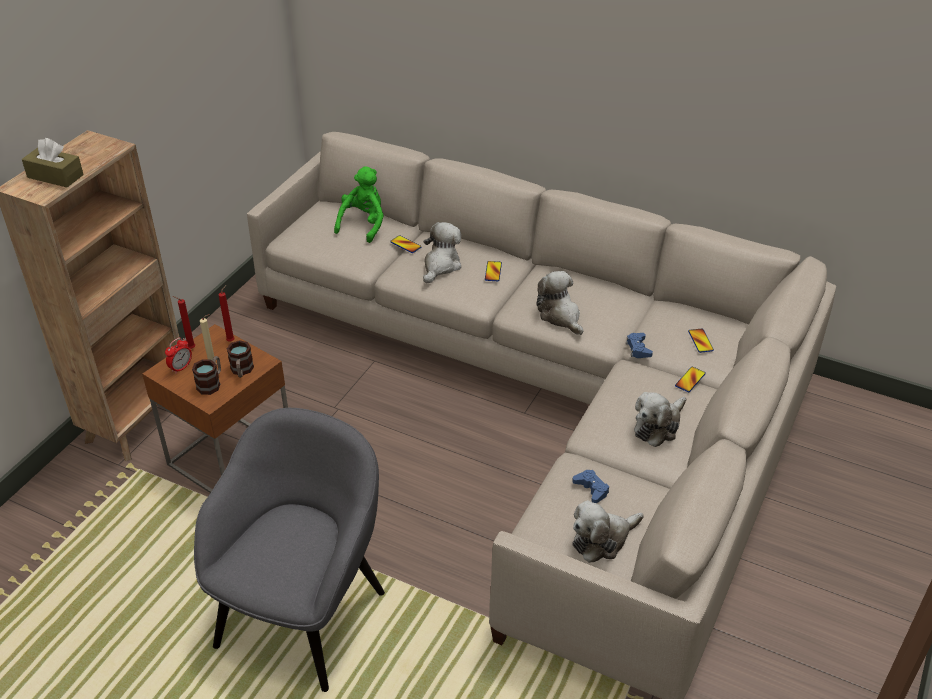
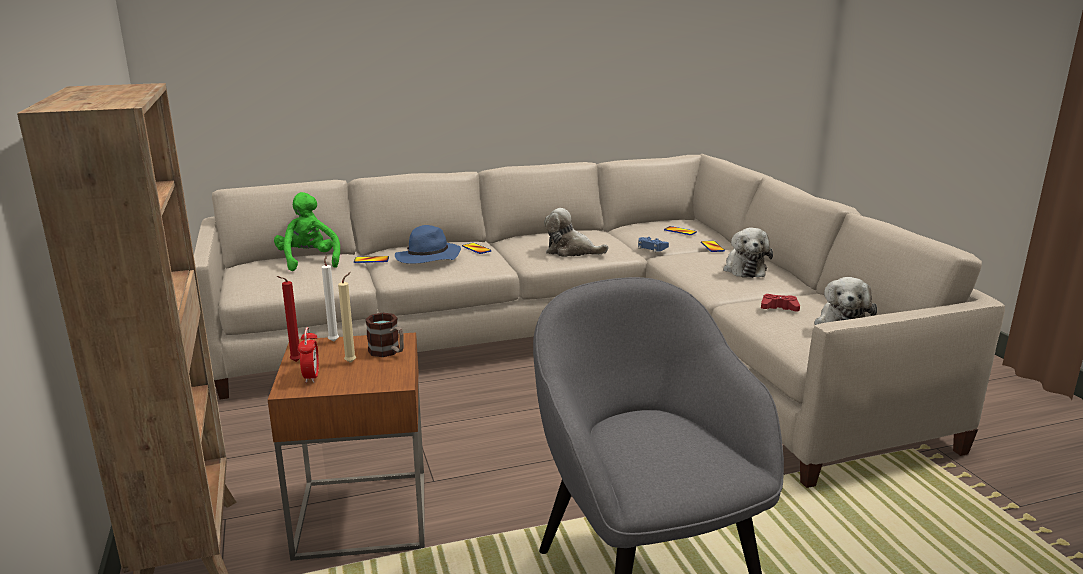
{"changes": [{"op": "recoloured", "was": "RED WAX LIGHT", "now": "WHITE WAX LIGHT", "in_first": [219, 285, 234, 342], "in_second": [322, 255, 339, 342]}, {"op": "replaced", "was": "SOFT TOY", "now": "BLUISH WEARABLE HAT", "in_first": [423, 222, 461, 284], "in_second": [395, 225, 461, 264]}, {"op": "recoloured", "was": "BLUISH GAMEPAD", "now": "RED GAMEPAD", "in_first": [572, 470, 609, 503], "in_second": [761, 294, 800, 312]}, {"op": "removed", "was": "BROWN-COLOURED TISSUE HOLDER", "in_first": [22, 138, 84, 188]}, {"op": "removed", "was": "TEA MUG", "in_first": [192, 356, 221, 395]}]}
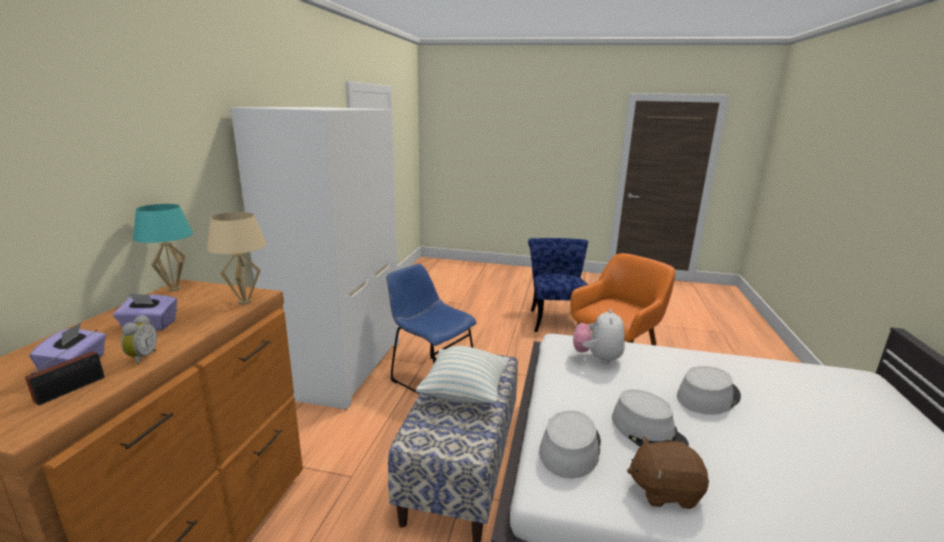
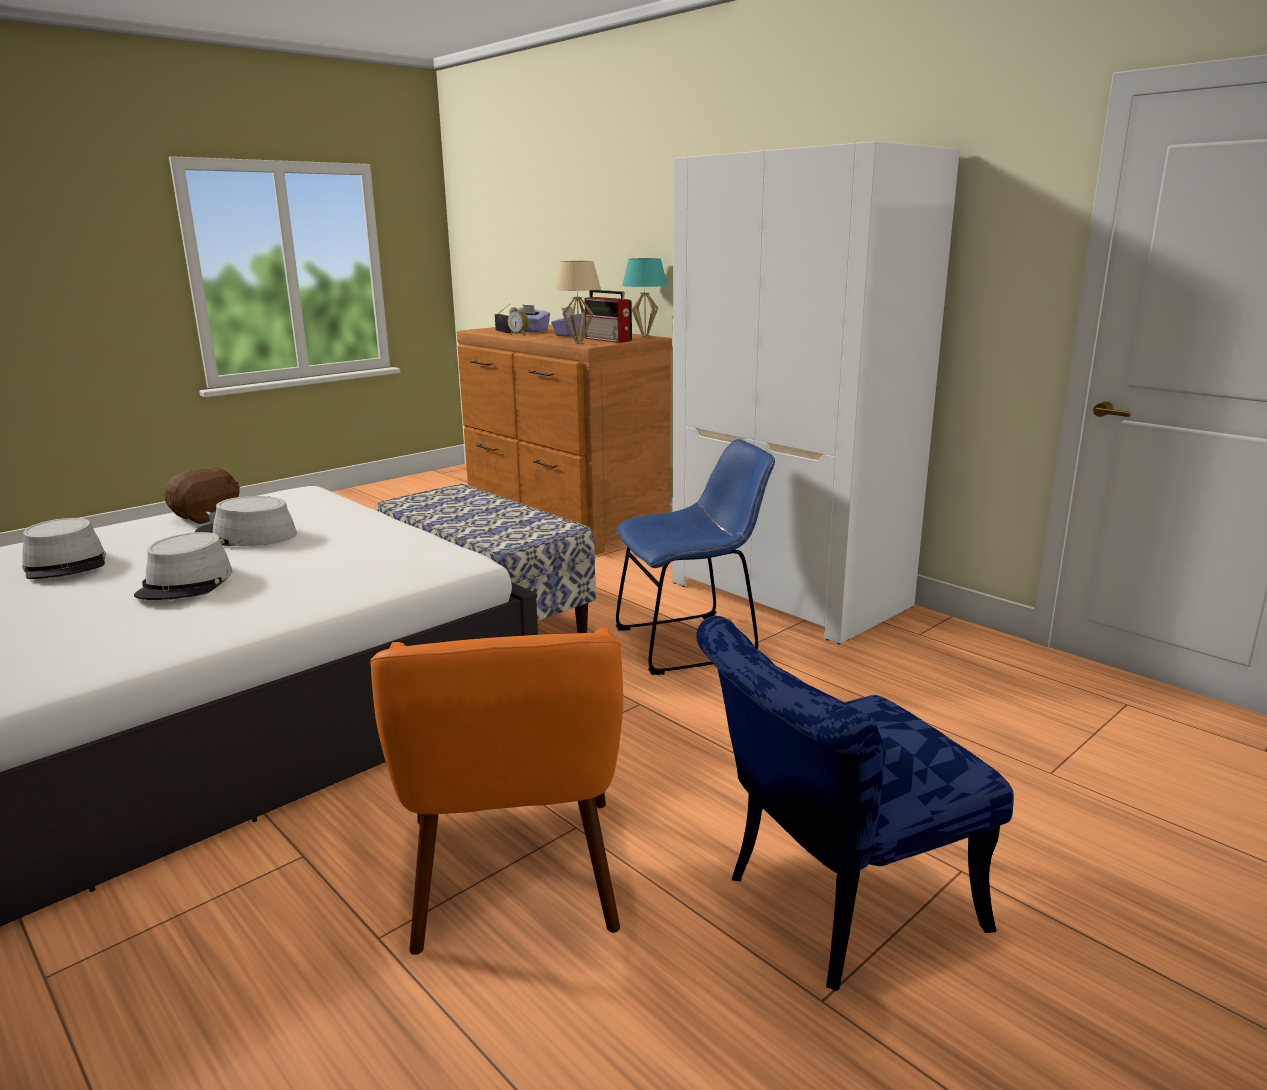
{"changes": [{"op": "moved", "was": "GREYISH WEARABLE HAT", "in_first": [539, 410, 601, 479], "in_second": [22, 518, 106, 579]}, {"op": "added", "now": "RADIO", "in_second": [584, 290, 632, 343]}, {"op": "turned", "was": "BLUISH UPRIGHT CHAIR", "in_first": [528, 238, 588, 332], "in_second": [696, 616, 1014, 991], "clockwise": 120}, {"op": "removed", "was": "PILLOW", "in_first": [416, 346, 509, 403]}, {"op": "removed", "was": "SOFT TOY", "in_first": [573, 309, 625, 364]}]}
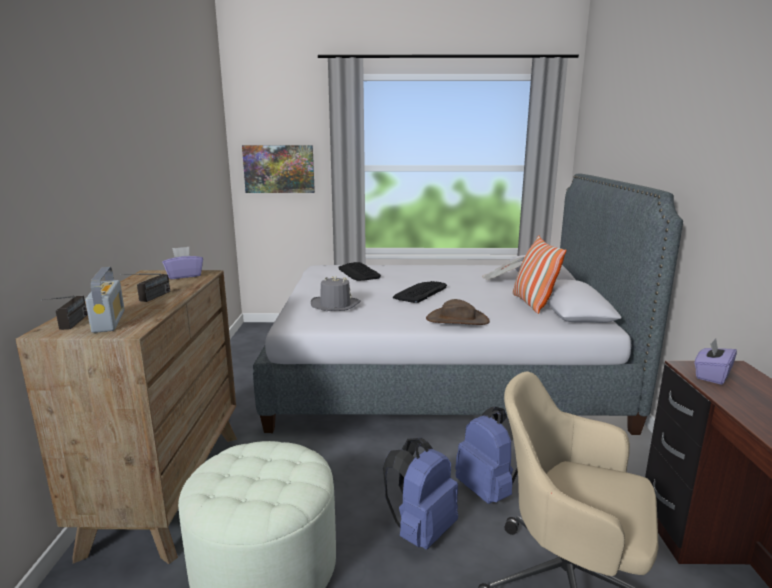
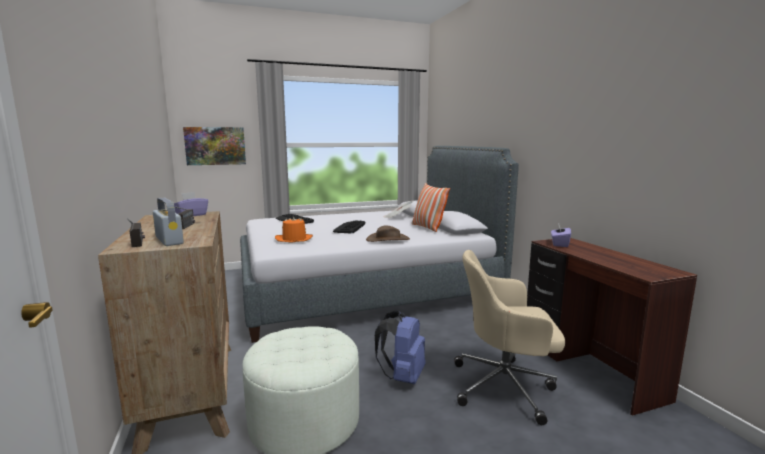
{"changes": [{"op": "recoloured", "was": "GREYISH WEARABLE HAT", "now": "ORANGE-COLOURED WEARABLE HAT", "in_first": [311, 276, 361, 311], "in_second": [275, 217, 313, 243]}, {"op": "removed", "was": "BLUISH KNAPSACK", "in_first": [455, 407, 518, 504]}]}
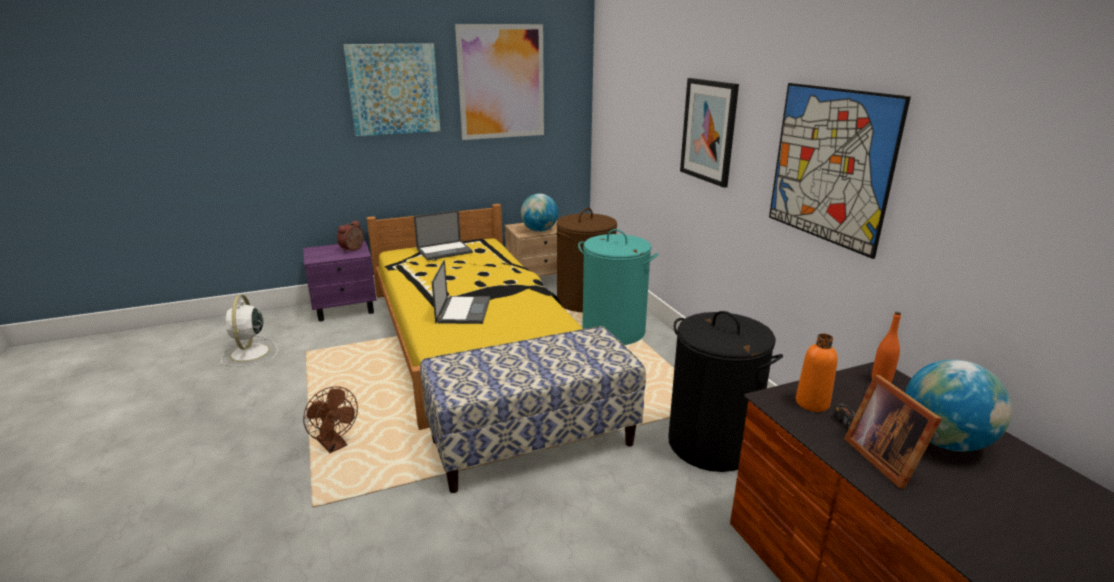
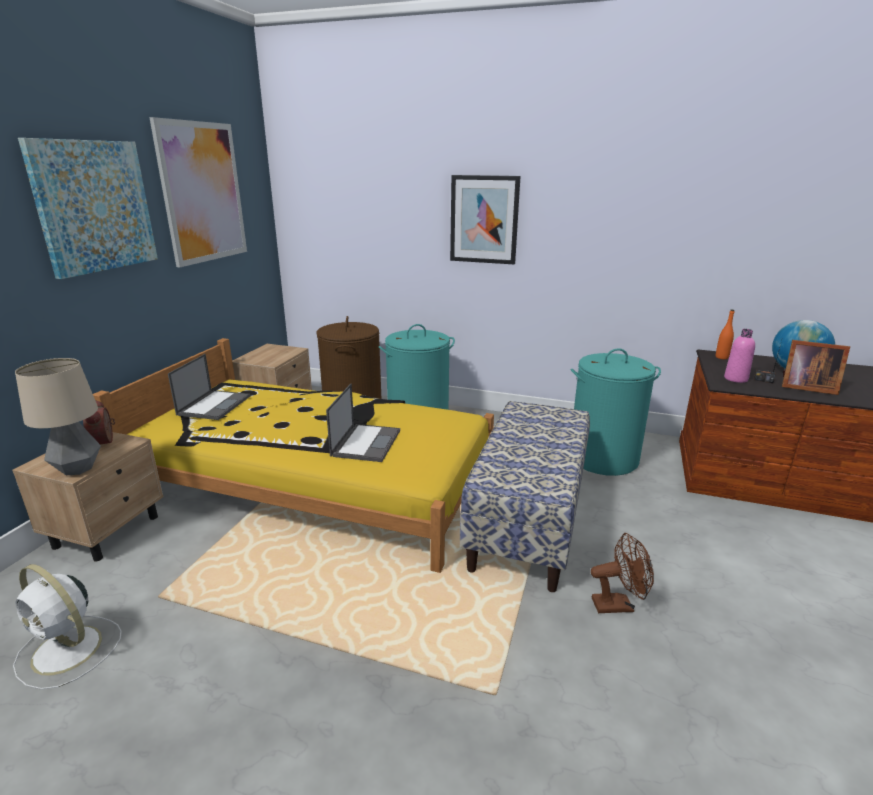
{"changes": [{"op": "recoloured", "was": "PURPLE-COLOURED NIGHT TABLE", "now": "BEIGE-COLOURED NIGHT TABLE", "in_first": [303, 241, 377, 322], "in_second": [12, 432, 163, 561]}, {"op": "added", "now": "TABLE LAMP", "in_second": [15, 358, 101, 475]}, {"op": "turned", "was": "NOTEBOOK COMPUTER", "in_first": [432, 260, 490, 324], "in_second": [326, 384, 400, 462], "clockwise": 60}, {"op": "recoloured", "was": "BLACK HAMPER", "now": "TURQUOISE HAMPER", "in_first": [668, 311, 783, 472], "in_second": [571, 348, 661, 476]}, {"op": "moved", "was": "BROWN-COLOURED COOLING FAN", "in_first": [303, 386, 358, 453], "in_second": [591, 533, 654, 613]}, {"op": "recoloured", "was": "ORANGE-COLOURED BOTTLE", "now": "PINKISH BOTTLE", "in_first": [796, 333, 838, 412], "in_second": [724, 329, 755, 383]}, {"op": "removed", "was": "WORLD GLOBE", "in_first": [521, 194, 558, 232]}, {"op": "removed", "was": "PICTURE", "in_first": [769, 83, 911, 259]}]}
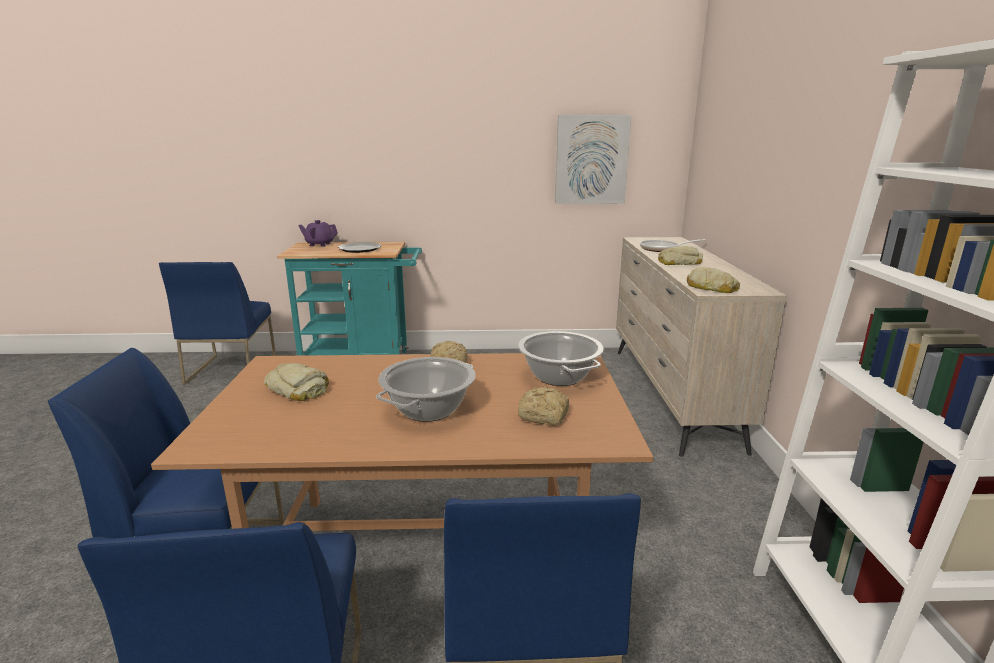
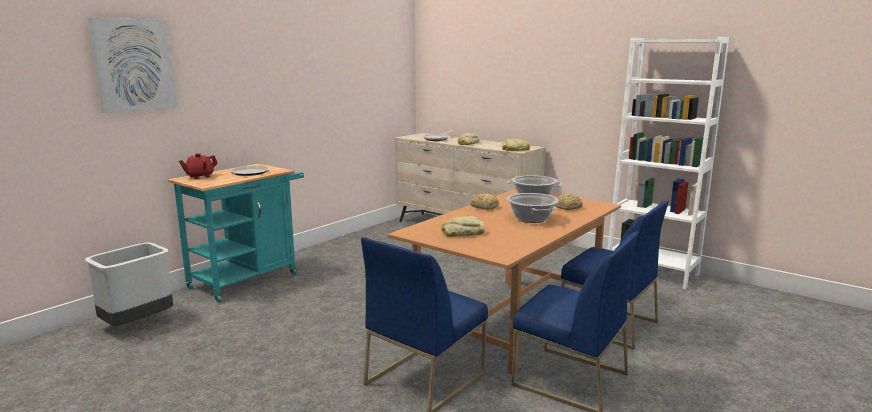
{"changes": [{"op": "replaced", "was": "BLUISH UPRIGHT CHAIR", "now": "GREYISH TRASH CAN", "in_first": [159, 262, 276, 385], "in_second": [85, 242, 173, 326]}, {"op": "moved", "was": "PICTURE", "in_first": [555, 115, 631, 204], "in_second": [88, 17, 177, 113]}, {"op": "recoloured", "was": "PURPLE-COLOURED TEA POT", "now": "RED TEA POT", "in_first": [298, 220, 338, 247], "in_second": [179, 153, 218, 179]}]}
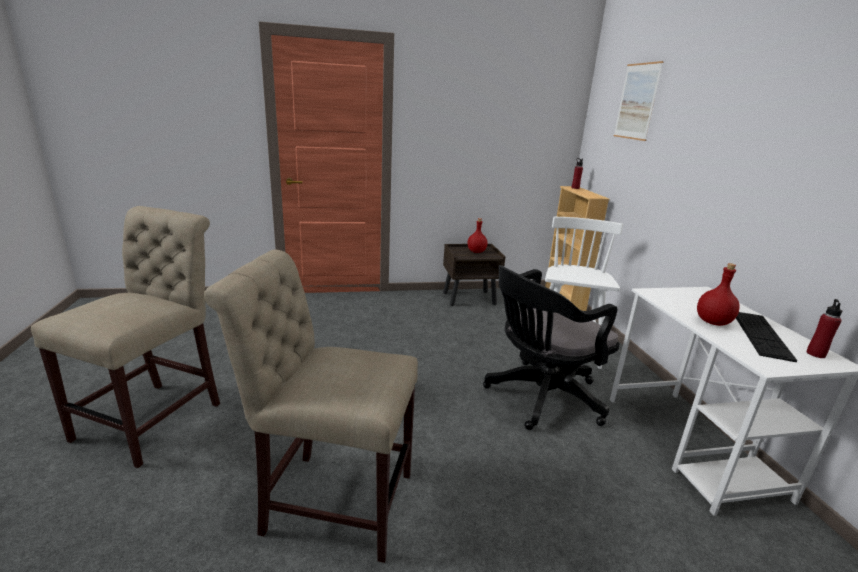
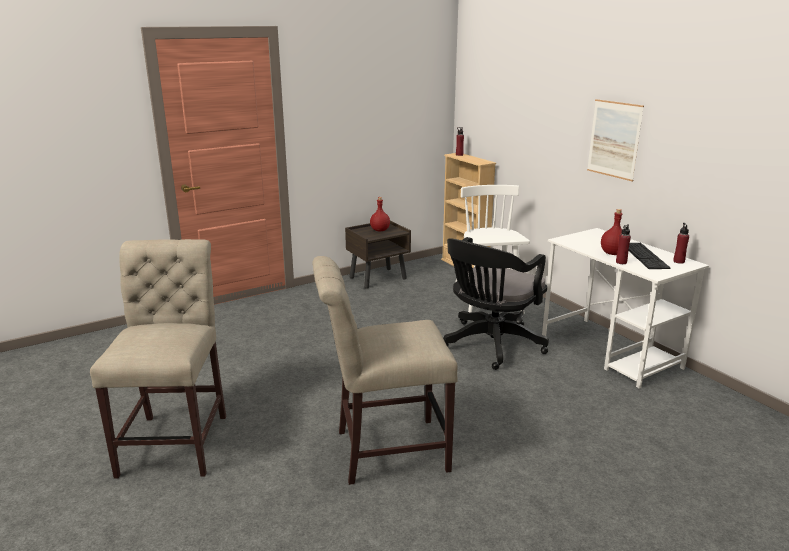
{"changes": [{"op": "moved", "was": "PICTURE", "in_first": [614, 61, 664, 141], "in_second": [587, 99, 644, 182]}, {"op": "added", "now": "RED BOTTLE", "in_second": [616, 224, 631, 264]}]}
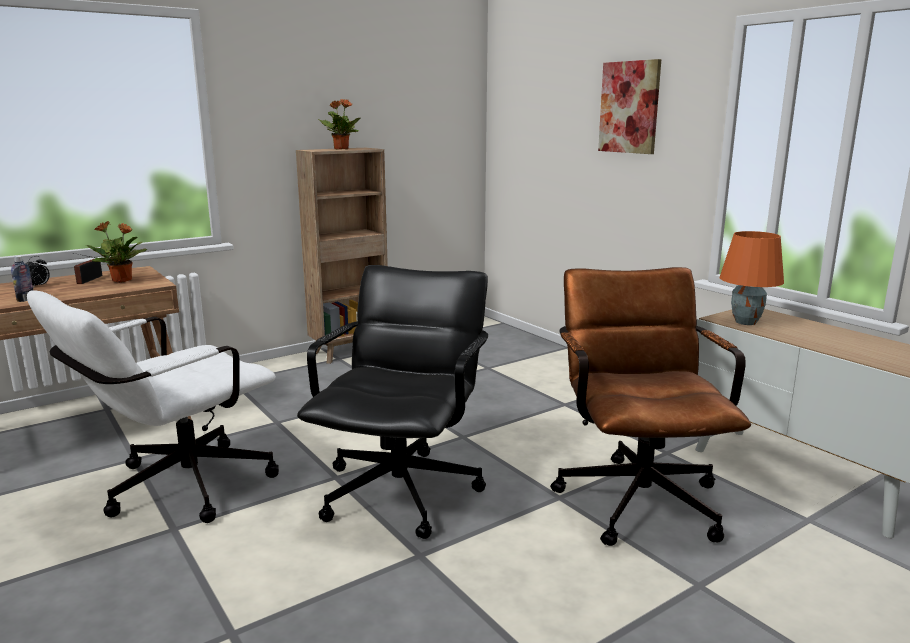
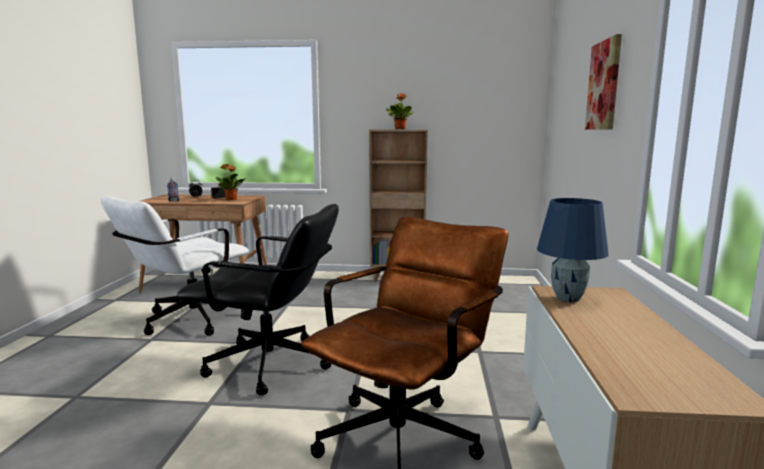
{"changes": [{"op": "turned", "was": "WHITE DESK CHAIR", "in_first": [27, 290, 279, 523], "in_second": [101, 196, 249, 336], "clockwise": -45}, {"op": "turned", "was": "BLACK DESK CHAIR", "in_first": [297, 265, 488, 539], "in_second": [177, 204, 339, 395], "clockwise": 45}, {"op": "recoloured", "was": "ORANGE-COLOURED TABLE LAMP", "now": "BLUISH TABLE LAMP", "in_first": [720, 231, 784, 325], "in_second": [537, 198, 609, 302]}]}
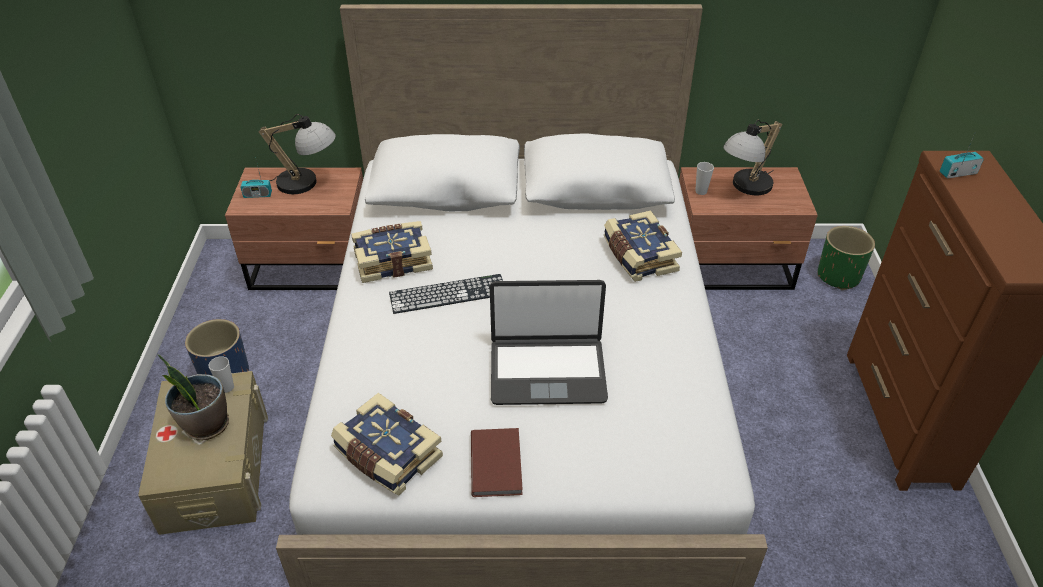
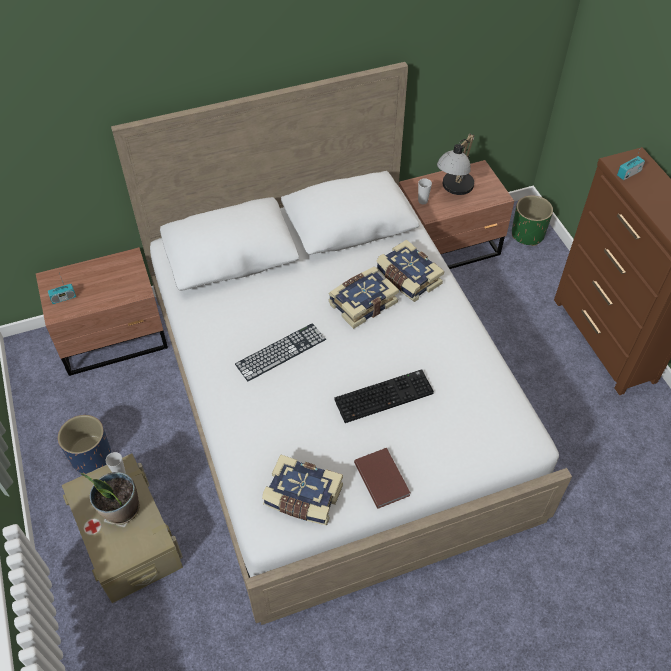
{"changes": [{"op": "moved", "was": "BOOK", "in_first": [351, 221, 433, 283], "in_second": [328, 266, 399, 329]}, {"op": "replaced", "was": "NOTEBOOK COMPUTER", "now": "KEYBOARD", "in_first": [490, 280, 608, 405], "in_second": [334, 369, 434, 423]}, {"op": "removed", "was": "TABLE LAMP", "in_first": [259, 114, 336, 194]}]}
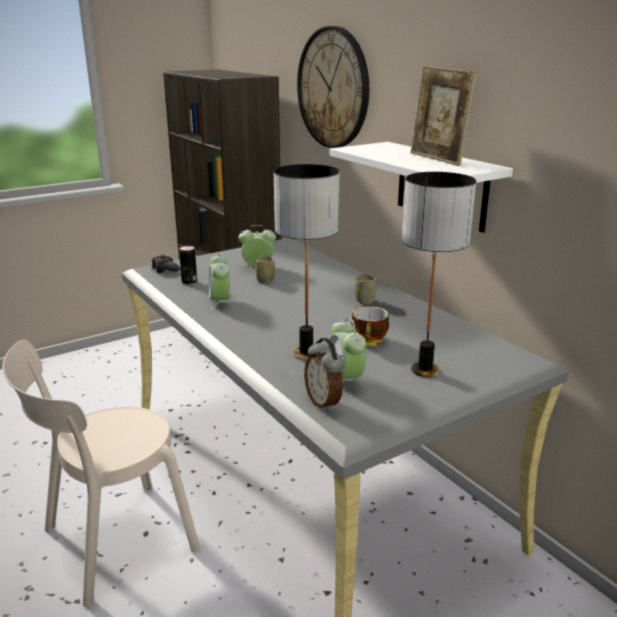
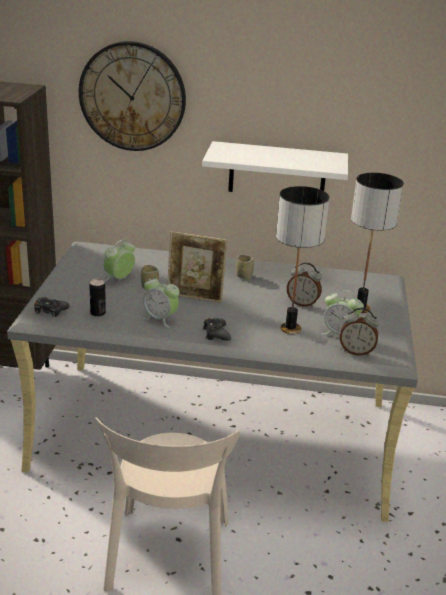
{"changes": [{"op": "moved", "was": "PICTURE FRAME", "in_first": [410, 65, 476, 166], "in_second": [167, 231, 228, 303]}, {"op": "added", "now": "BLACK GAMEPAD", "in_second": [203, 318, 231, 341]}, {"op": "replaced", "was": "DRINKING CUP", "now": "ALARM CLOCK", "in_first": [351, 306, 389, 346], "in_second": [287, 262, 322, 307]}]}
